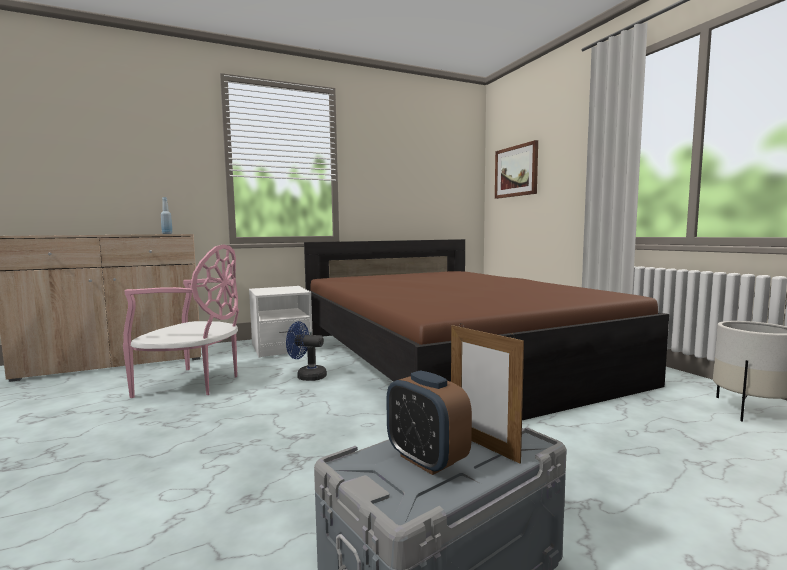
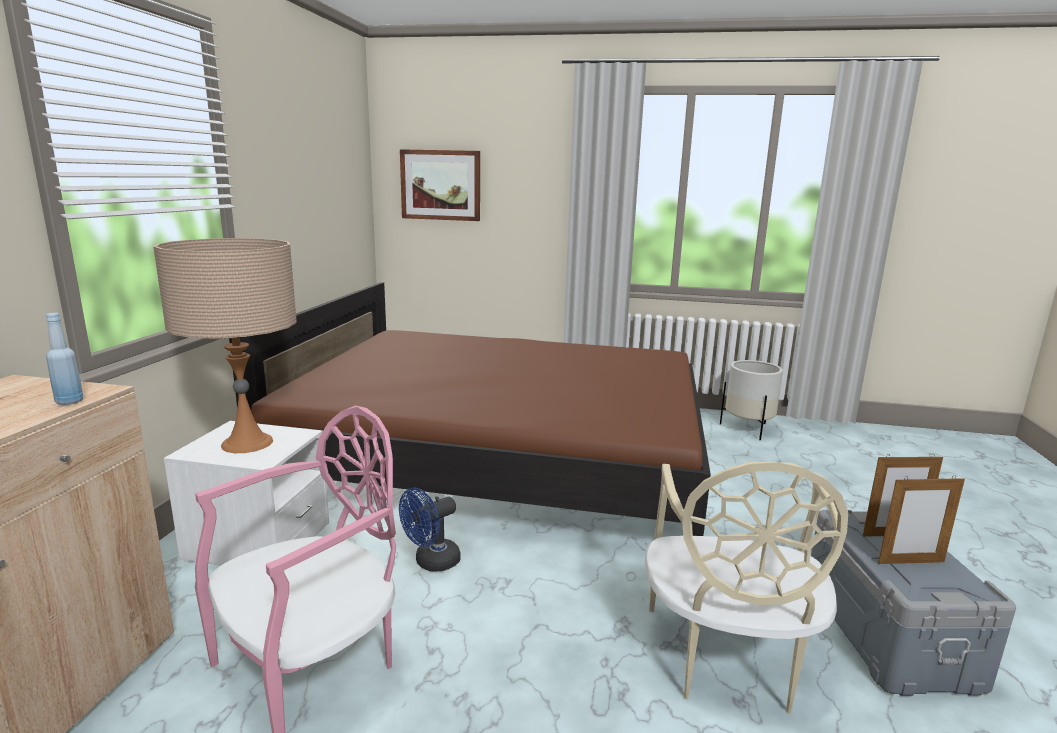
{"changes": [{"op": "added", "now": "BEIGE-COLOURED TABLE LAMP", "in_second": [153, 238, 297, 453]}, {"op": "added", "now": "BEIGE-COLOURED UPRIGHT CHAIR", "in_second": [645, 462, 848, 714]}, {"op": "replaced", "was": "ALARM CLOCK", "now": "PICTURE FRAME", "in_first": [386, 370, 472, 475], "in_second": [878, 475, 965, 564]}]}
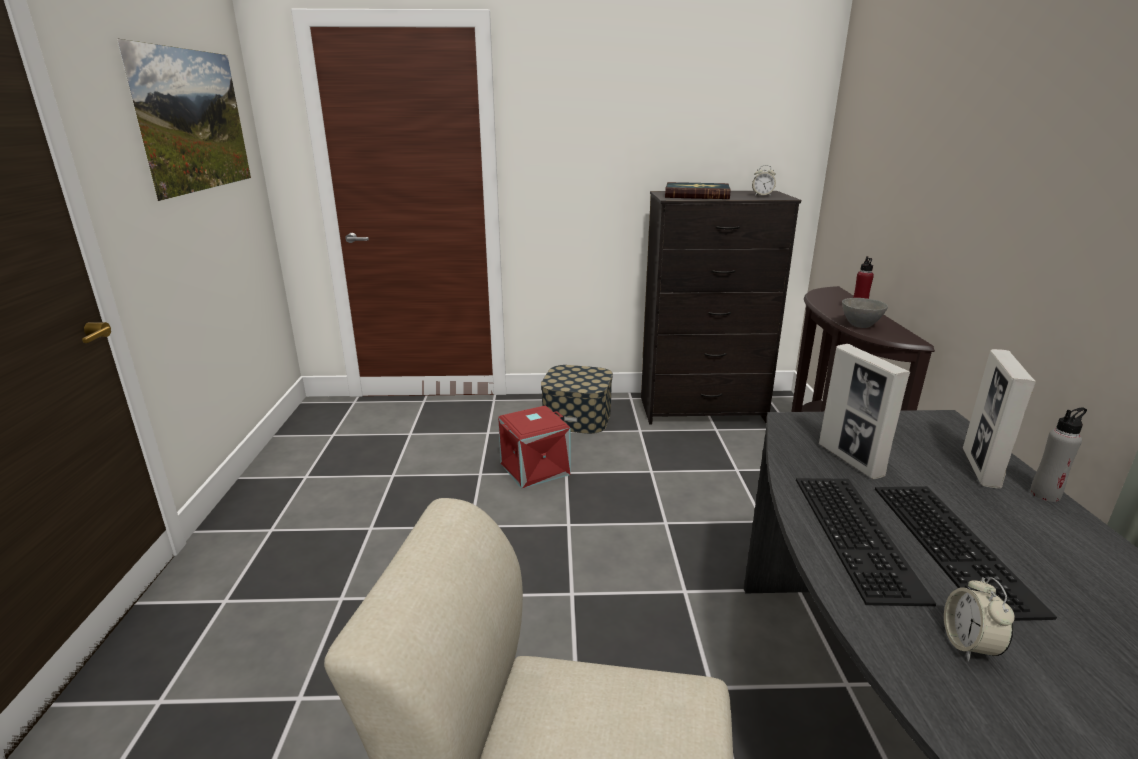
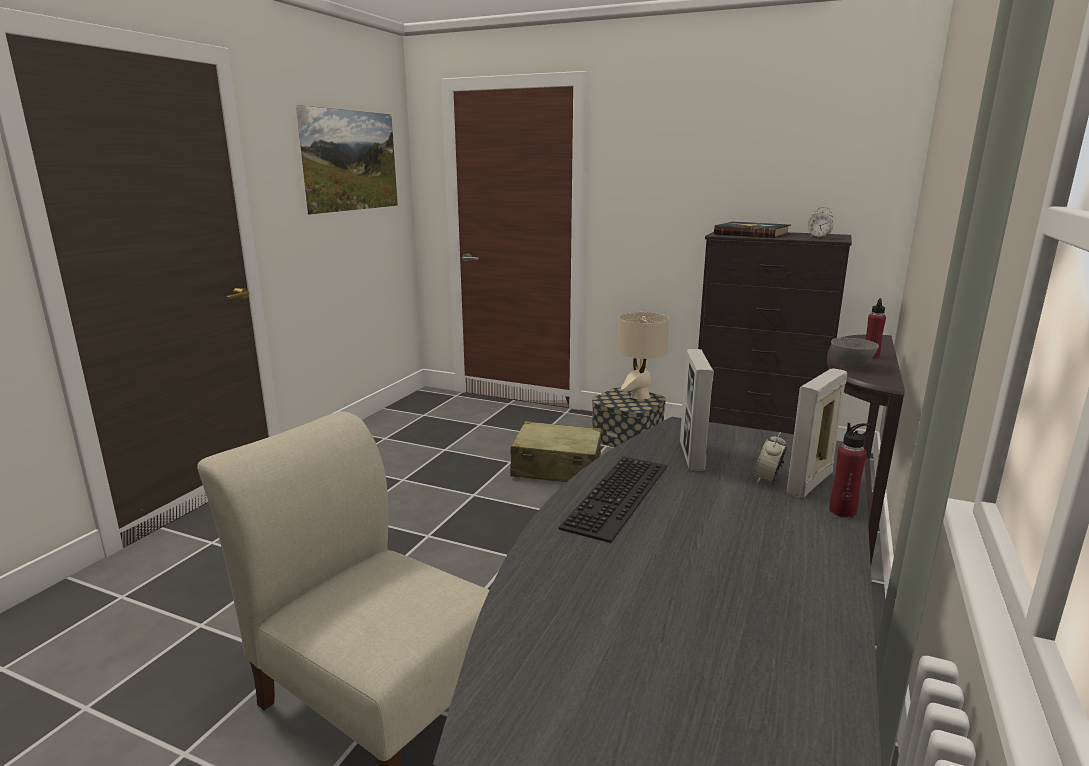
{"changes": [{"op": "replaced", "was": "RED STORAGE BIN", "now": "BEIGE-COLOURED PIECE OF LUGGAGE", "in_first": [498, 405, 571, 489], "in_second": [510, 421, 602, 482]}, {"op": "added", "now": "BEIGE-COLOURED TABLE LAMP", "in_second": [617, 312, 669, 399]}, {"op": "moved", "was": "ALARM CLOCK", "in_first": [944, 577, 1015, 661], "in_second": [754, 432, 787, 483]}, {"op": "recoloured", "was": "GREYISH BOTTLE", "now": "RED BOTTLE", "in_first": [1030, 407, 1087, 502], "in_second": [829, 423, 872, 518]}, {"op": "removed", "was": "KEYBOARD", "in_first": [875, 486, 1057, 621]}]}
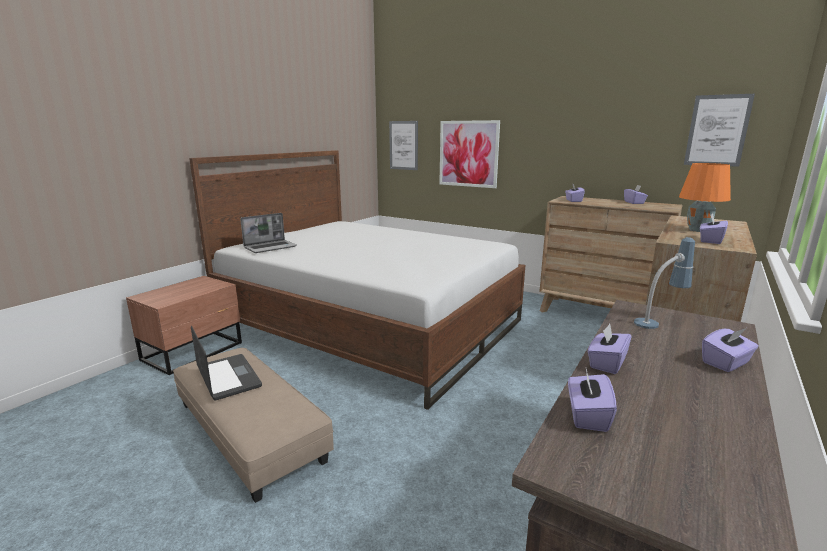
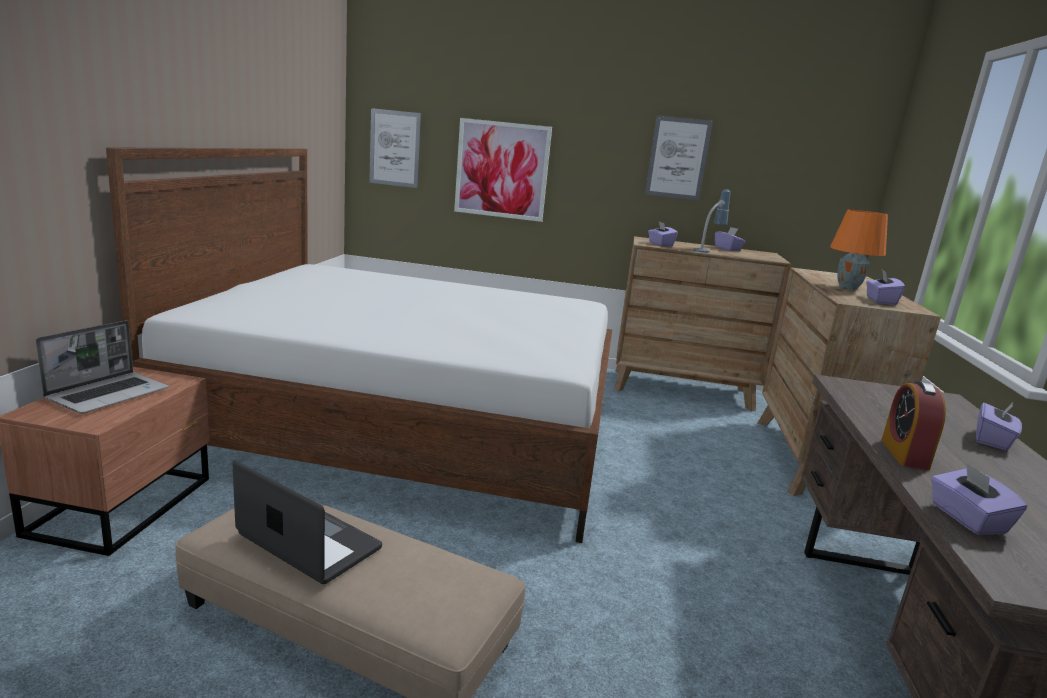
{"changes": [{"op": "moved", "was": "NOTEBOOK COMPUTER", "in_first": [240, 213, 297, 253], "in_second": [36, 320, 169, 414]}, {"op": "moved", "was": "PICTURE", "in_first": [684, 94, 755, 167], "in_second": [645, 116, 713, 200]}, {"op": "moved", "was": "TABLE LAMP", "in_first": [634, 237, 695, 329], "in_second": [693, 189, 730, 253]}, {"op": "replaced", "was": "PURPLE-COLOURED TISSUE HOLDER", "now": "ALARM CLOCK", "in_first": [588, 324, 631, 374], "in_second": [882, 381, 946, 470]}]}
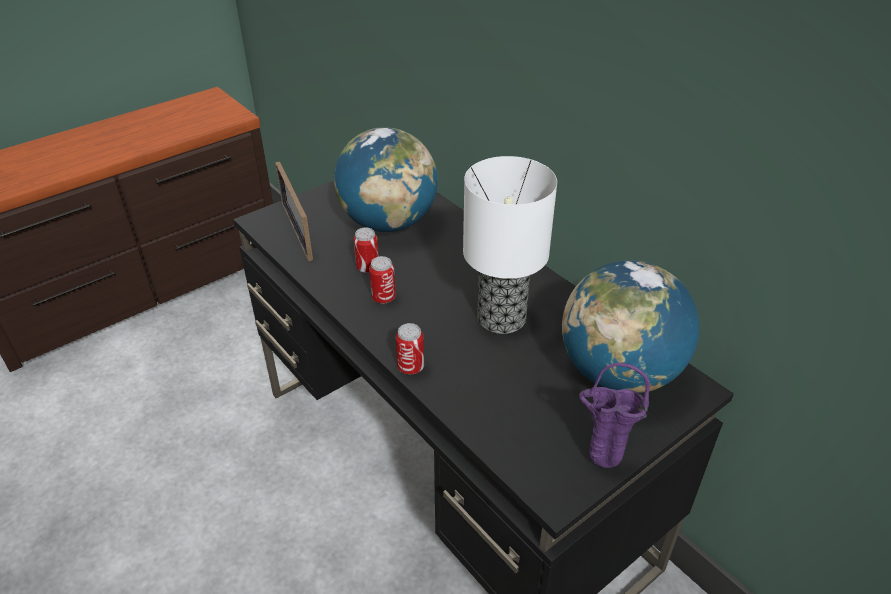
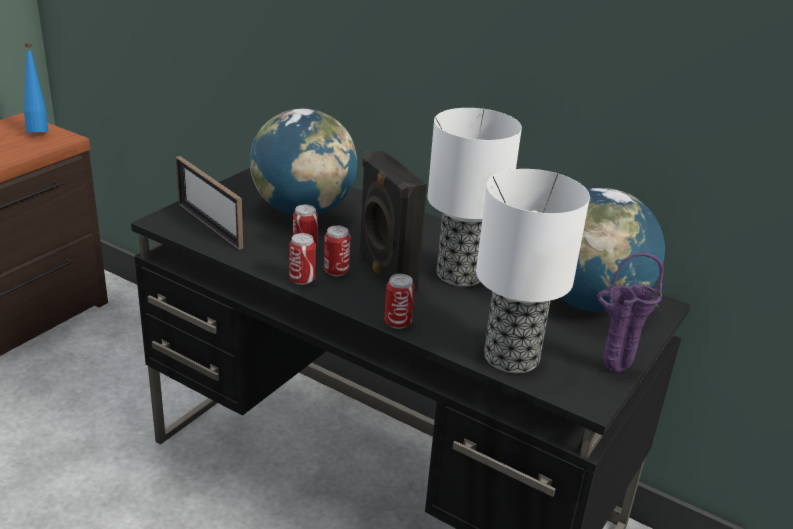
{"changes": [{"op": "added", "now": "BLUISH BOTTLE", "in_second": [24, 44, 48, 133]}, {"op": "added", "now": "METAL CAN", "in_second": [289, 233, 316, 285]}, {"op": "added", "now": "BLACK LOUDSPEAKER", "in_second": [358, 150, 427, 292]}, {"op": "added", "now": "TABLE LAMP", "in_second": [476, 169, 590, 373]}]}
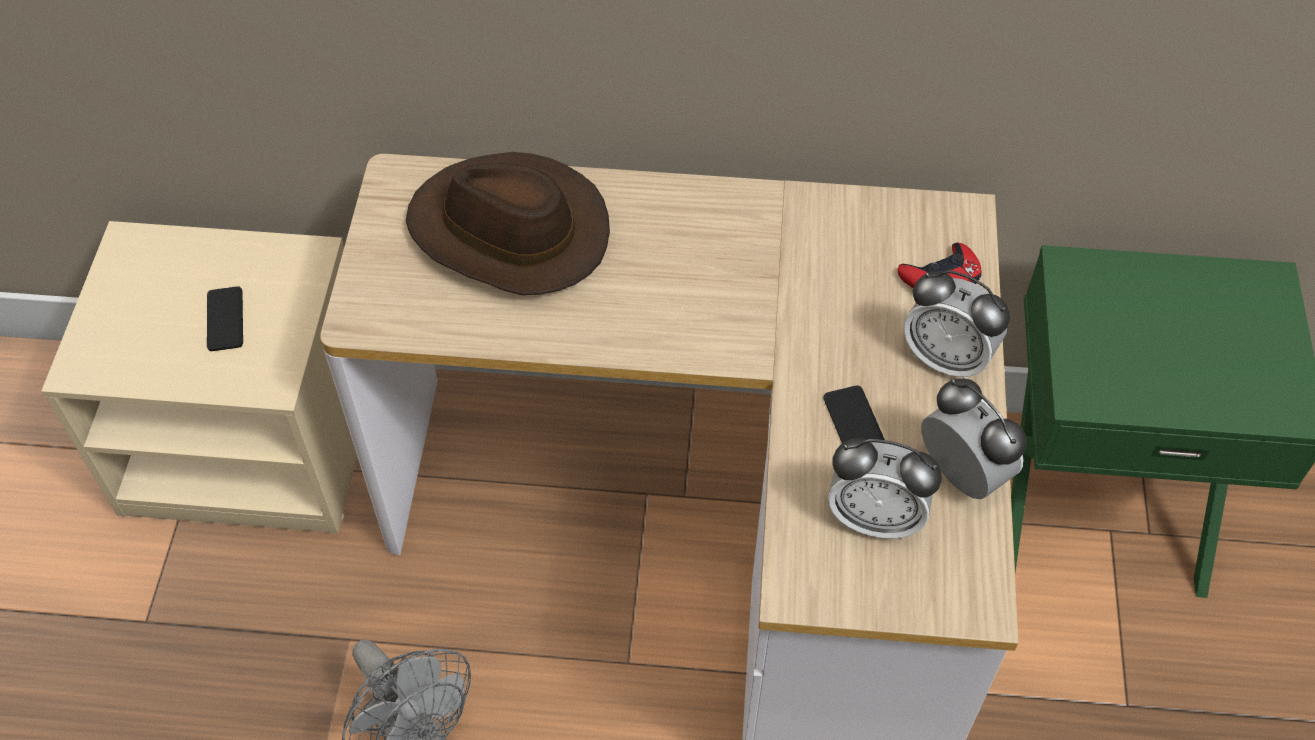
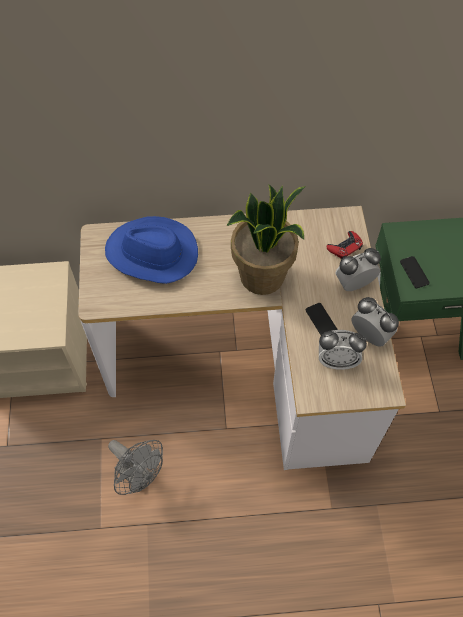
{"changes": [{"op": "recoloured", "was": "BROWN-COLOURED WEARABLE HAT", "now": "BLUISH WEARABLE HAT", "in_first": [406, 152, 610, 295], "in_second": [105, 216, 198, 284]}, {"op": "added", "now": "PLANT IN A POT", "in_second": [227, 184, 306, 295]}, {"op": "turned", "was": "ALARM CLOCK", "in_first": [904, 270, 1010, 379], "in_second": [335, 248, 381, 291], "clockwise": 135}, {"op": "moved", "was": "TELEPHONE", "in_first": [207, 286, 243, 351], "in_second": [400, 256, 430, 288]}]}
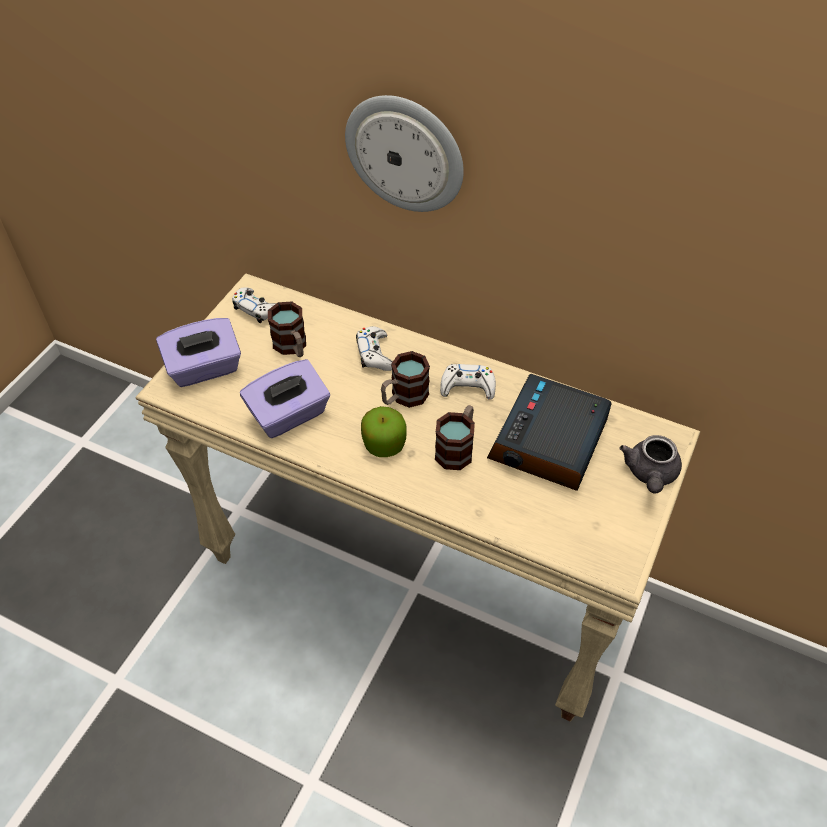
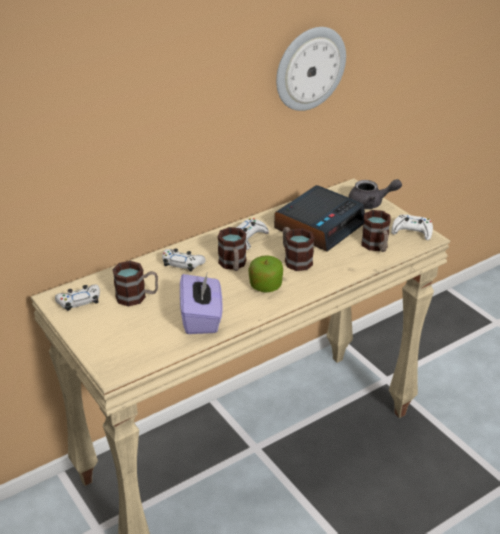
{"changes": [{"op": "turned", "was": "ALARM CLOCK", "in_first": [487, 374, 612, 491], "in_second": [274, 185, 365, 252], "clockwise": -105}, {"op": "moved", "was": "HANGING CLOCK", "in_first": [345, 95, 464, 212], "in_second": [276, 27, 346, 111]}, {"op": "turned", "was": "GREYISH TEA POT", "in_first": [619, 435, 682, 494], "in_second": [348, 179, 402, 209], "clockwise": -45}, {"op": "added", "now": "TEA MUG", "in_second": [361, 210, 391, 252]}, {"op": "added", "now": "WHITE GAMEPAD", "in_second": [391, 215, 433, 240]}, {"op": "removed", "was": "PURPLE-COLOURED TISSUE HOLDER", "in_first": [156, 318, 241, 387]}]}
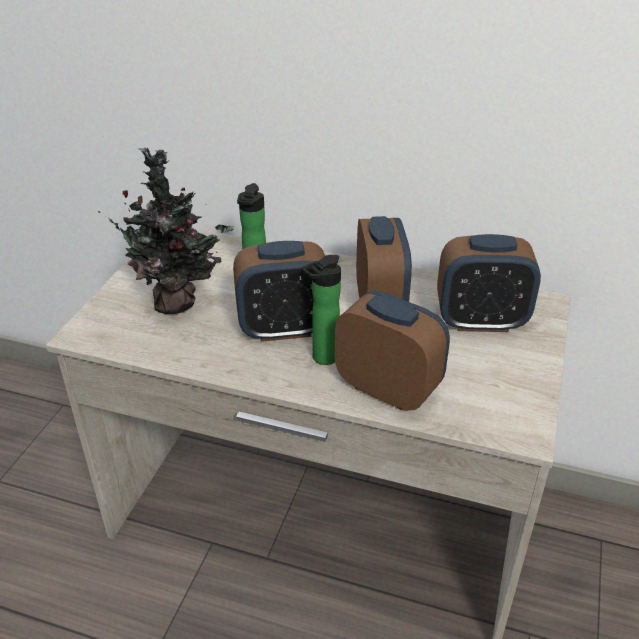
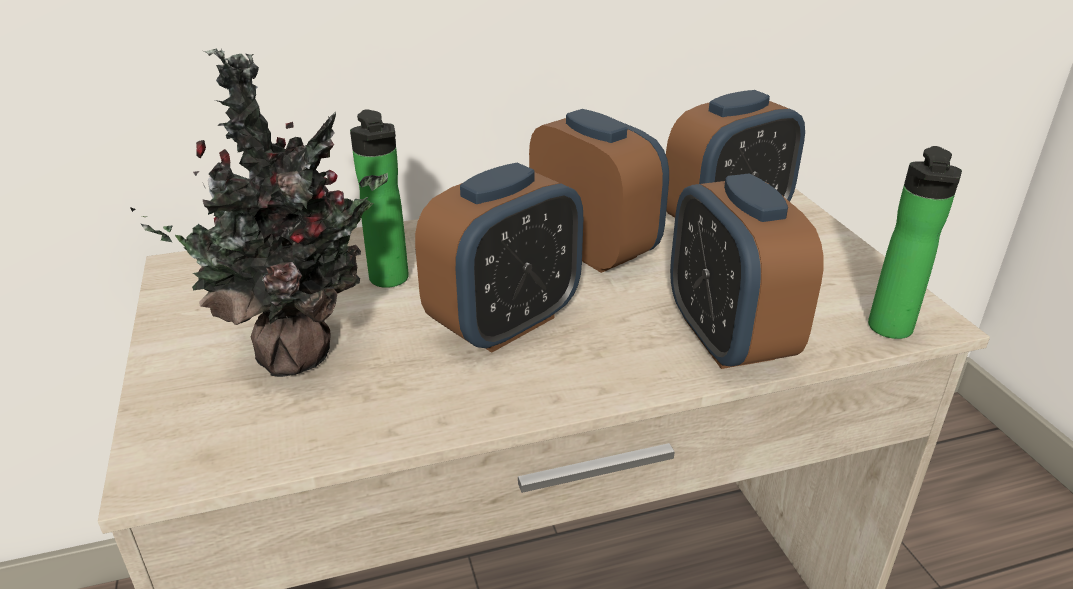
{"changes": [{"op": "turned", "was": "ALARM CLOCK", "in_first": [335, 290, 450, 411], "in_second": [670, 174, 823, 369], "clockwise": -105}, {"op": "moved", "was": "BOTTLE", "in_first": [301, 255, 341, 365], "in_second": [868, 146, 962, 339]}]}
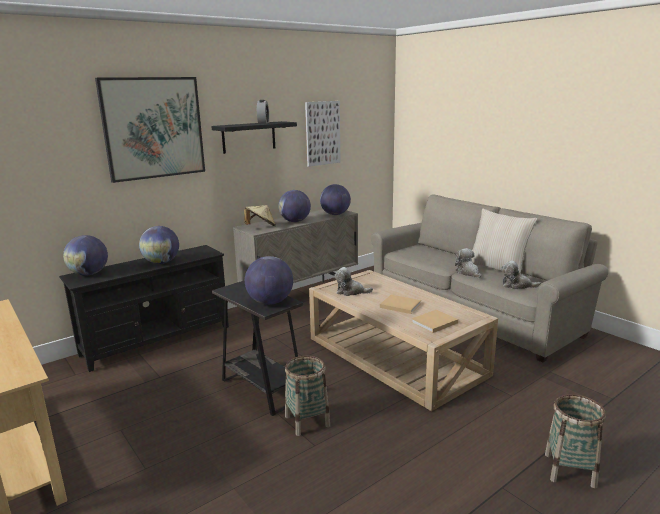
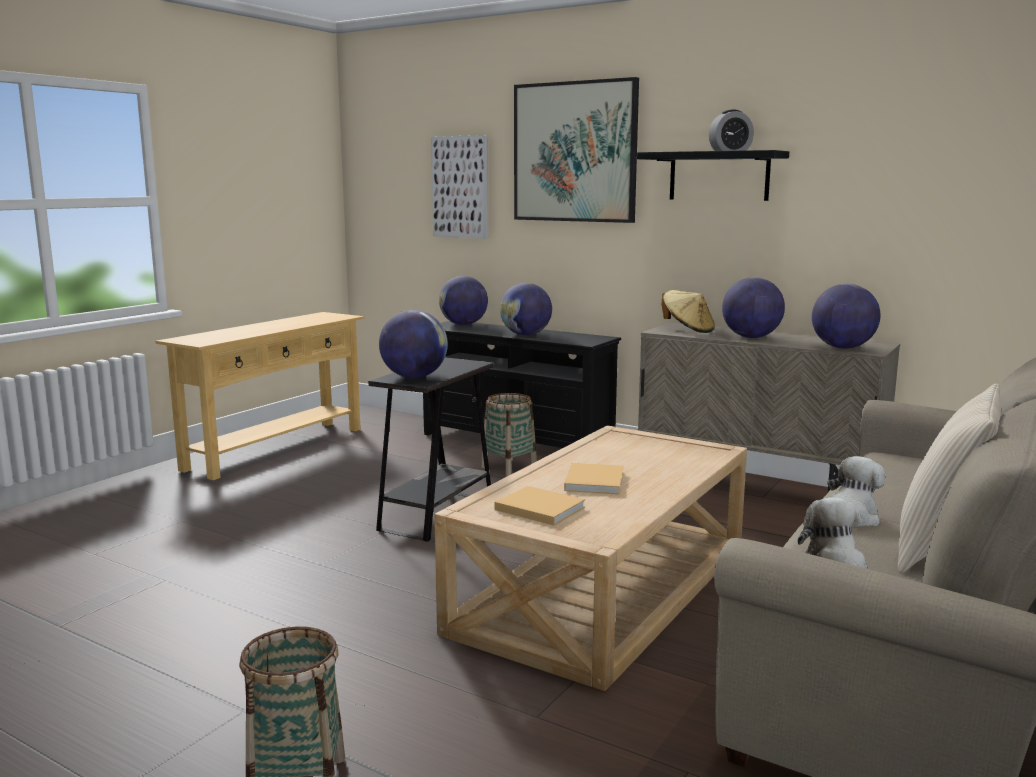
{"changes": [{"op": "moved", "was": "PICTURE", "in_first": [305, 101, 341, 167], "in_second": [431, 135, 488, 238]}, {"op": "moved", "was": "BASKET", "in_first": [285, 356, 330, 436], "in_second": [481, 393, 537, 476]}, {"op": "removed", "was": "SOFT TOY", "in_first": [335, 267, 373, 296]}]}
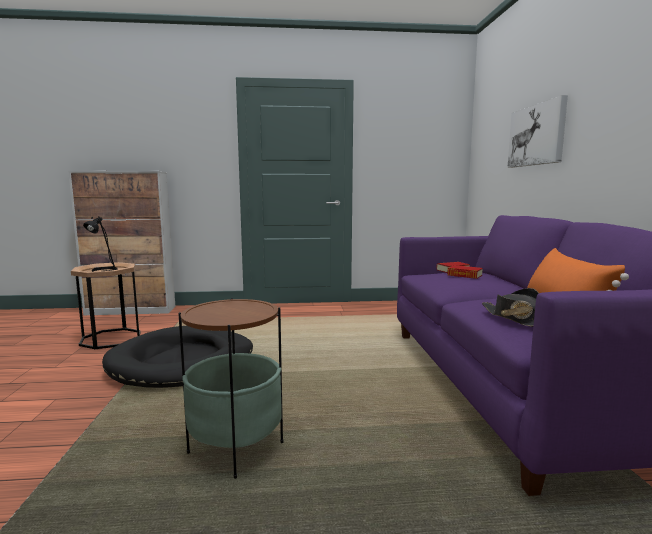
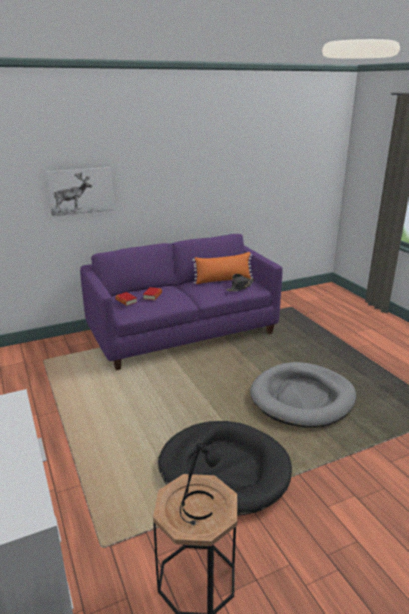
{"changes": [{"op": "replaced", "was": "ACCENT TABLE", "now": "GREYISH DOG BED", "in_first": [178, 298, 283, 479], "in_second": [250, 362, 356, 428]}]}
